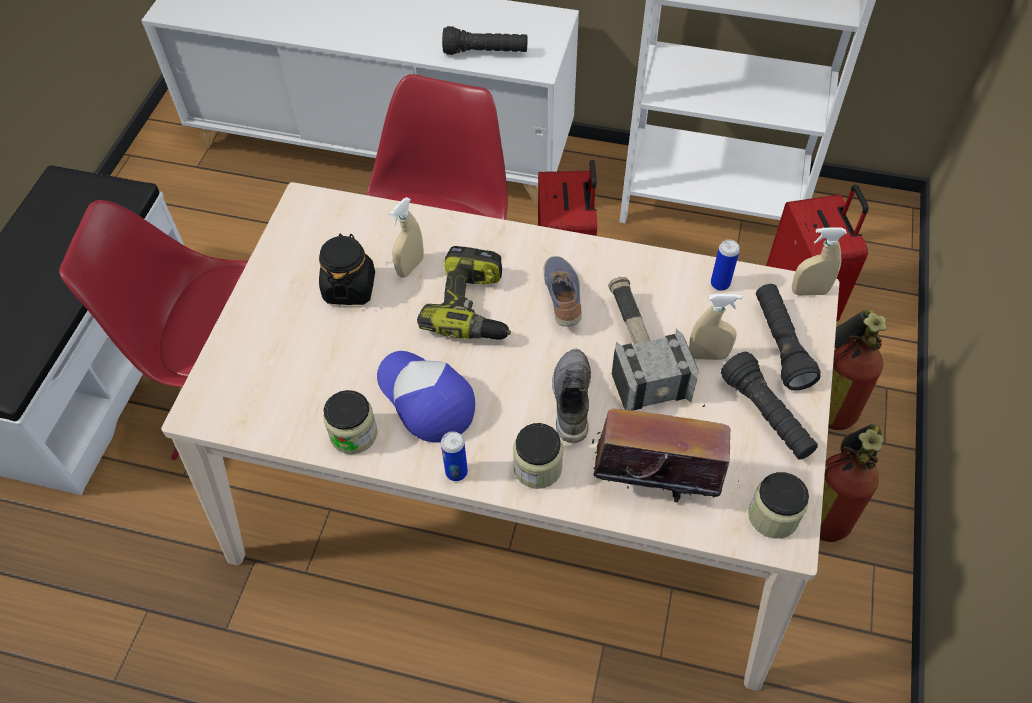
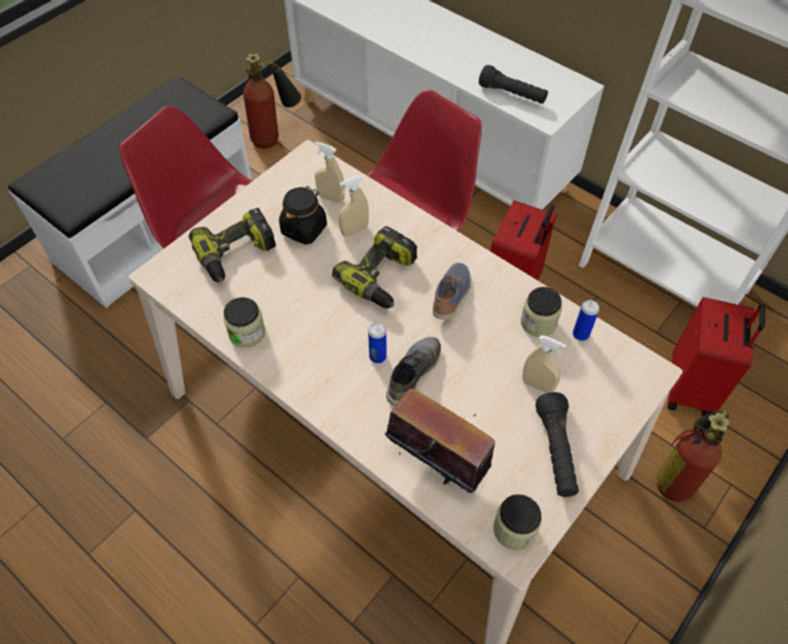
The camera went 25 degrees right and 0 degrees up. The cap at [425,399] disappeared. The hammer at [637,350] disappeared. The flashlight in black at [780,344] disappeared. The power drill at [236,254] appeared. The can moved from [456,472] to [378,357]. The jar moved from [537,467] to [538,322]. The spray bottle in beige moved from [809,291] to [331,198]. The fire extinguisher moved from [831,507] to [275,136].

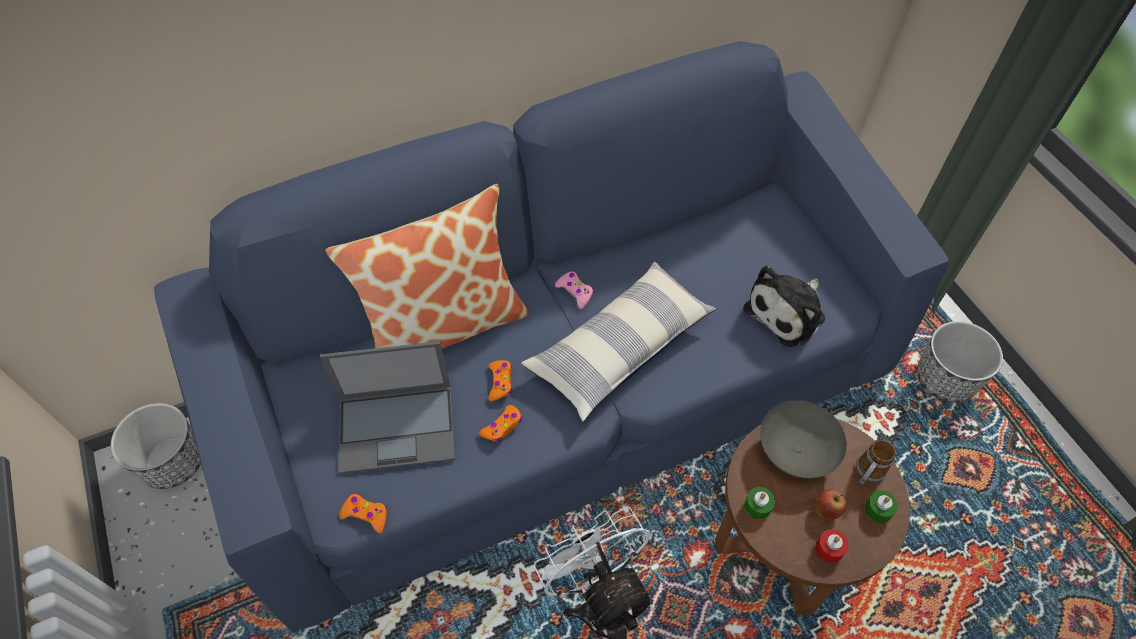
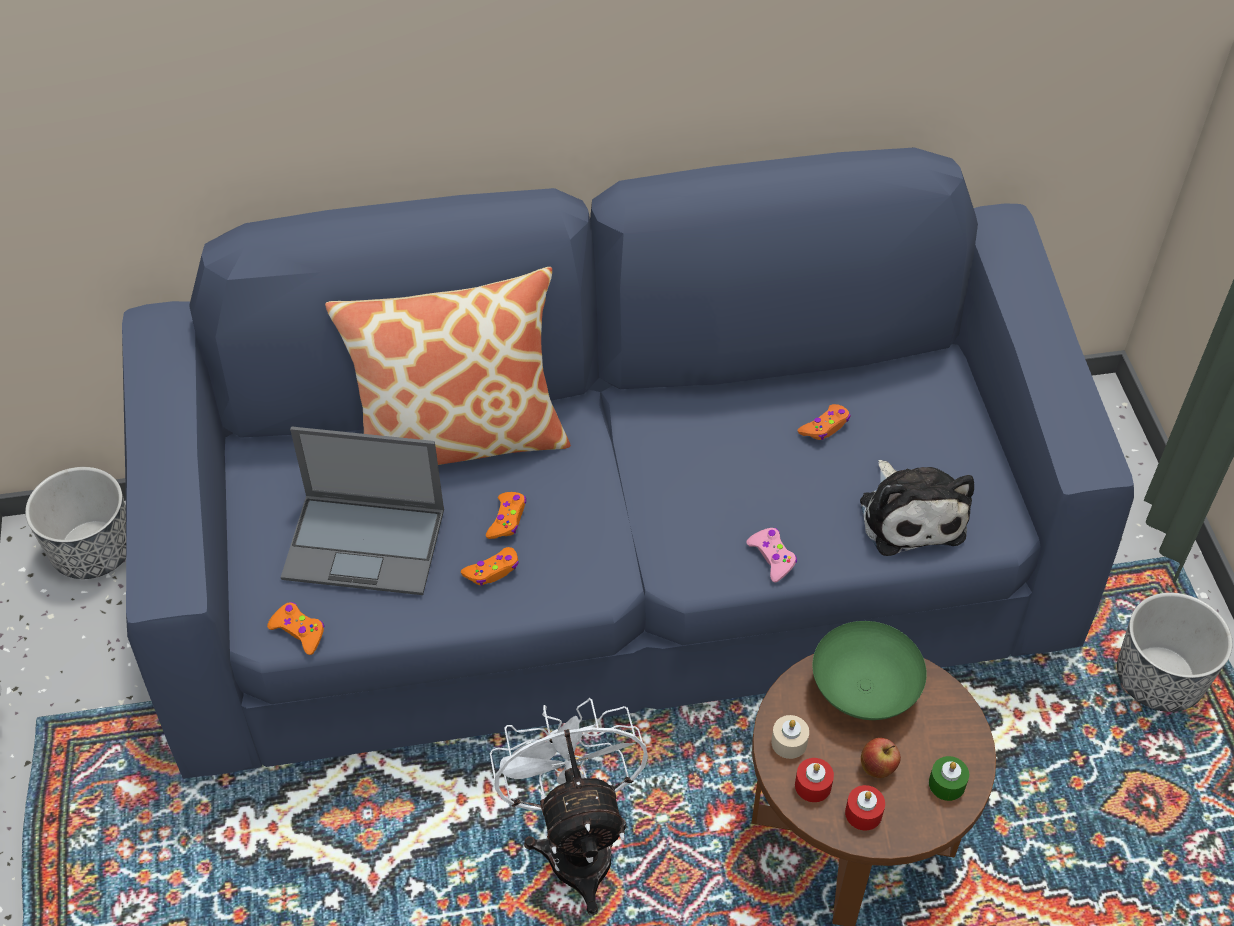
The camera went 15 degrees right and 5 degrees down. The pillow at [620,347] disappeared. The mug at [867,473] disappeared. The candle in red at [813,785] appeared. The game controller in orange at [825,427] appeared. The game controller in pink moved from [575,292] to [772,557]. The candle in green at [757,506] became the candle in beige at [789,742]. The bowl in grey at [795,451] became the bowl in green at [863,689]. The plush toy at [788,312] turned 75 degrees counterclockwise.

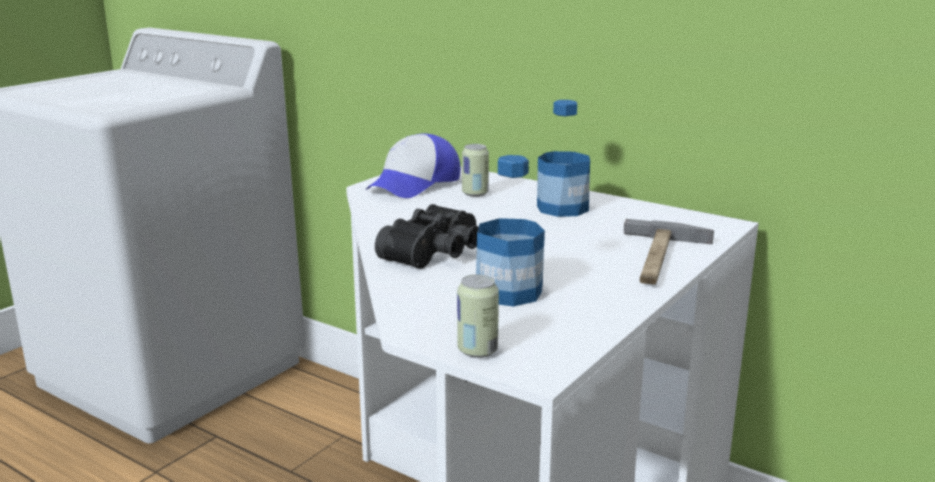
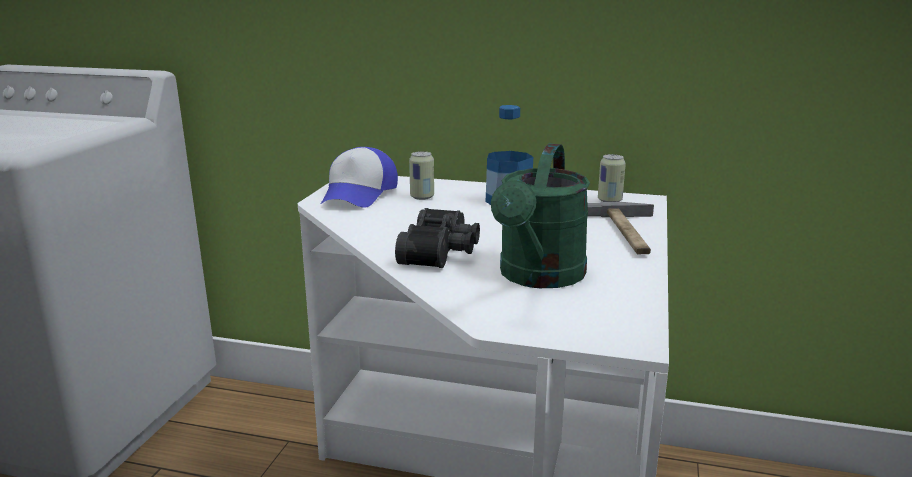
The camera went 20 degrees left and 0 degrees up. The can moved from [477,351] to [609,200]. The bottle at [508,292] was replaced by the watering can in green at [538,277].

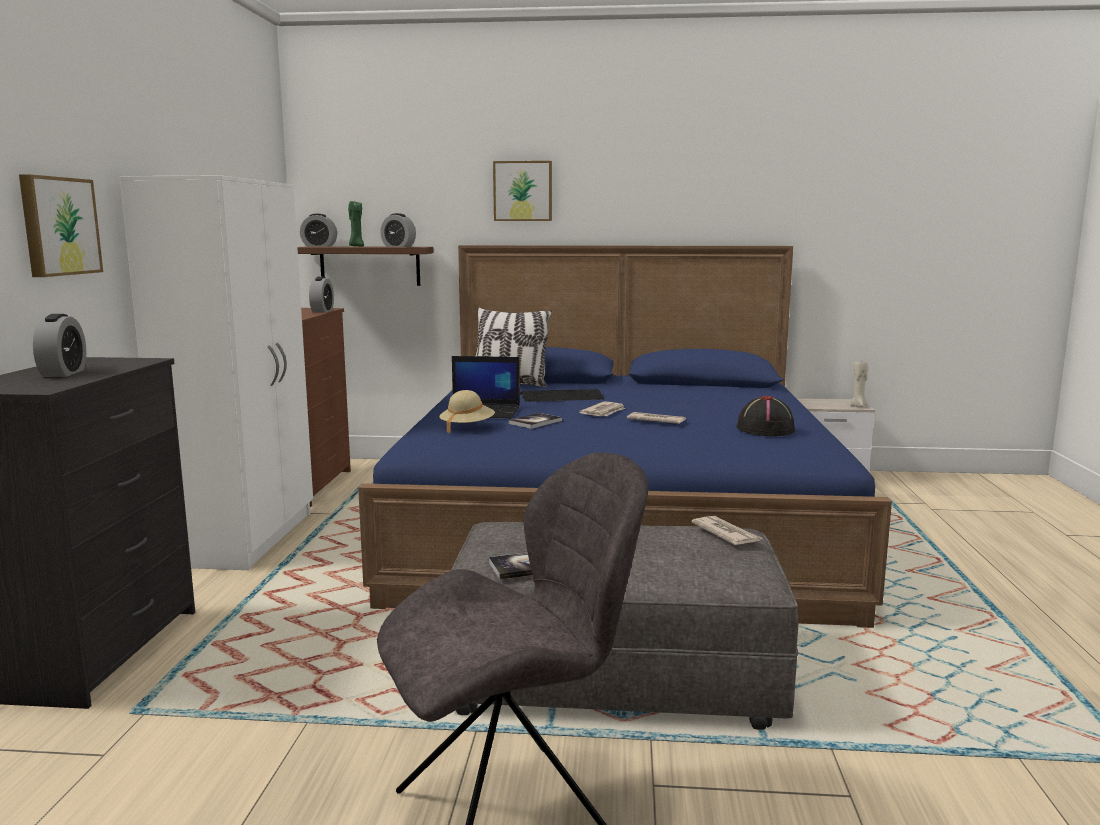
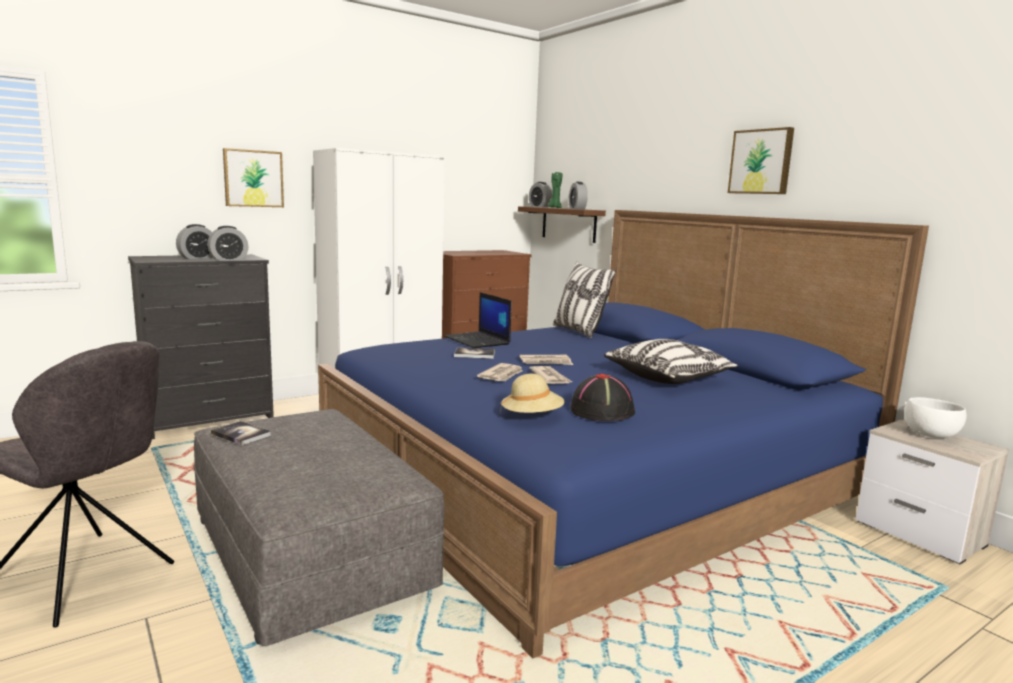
The camera went 50 degrees right and 0 degrees up. The keyboard at [562,397] disappeared. The candle in beige at [858,406] disappeared. The pillow at [668,377] appeared. The bowl in white at [930,435] appeared. The alarm clock moved from [322,311] to [228,259]. The hat in beige moved from [467,428] to [532,417]. The picture moved from [523,191] to [761,162]. The newspaper moved from [726,534] to [502,375].

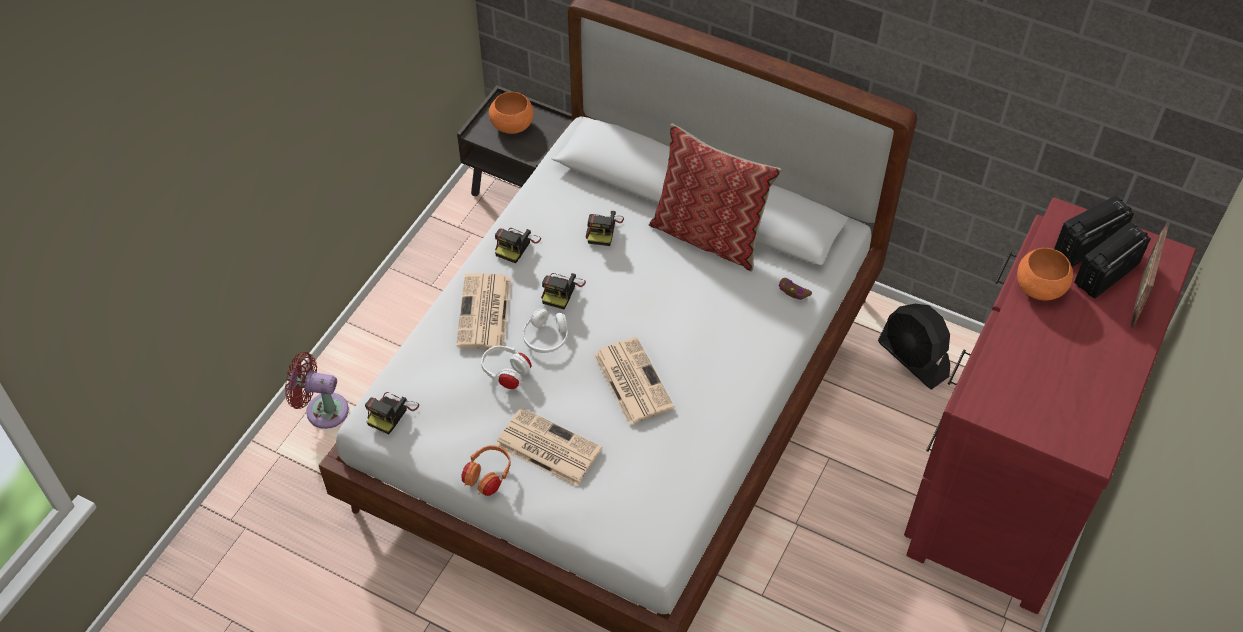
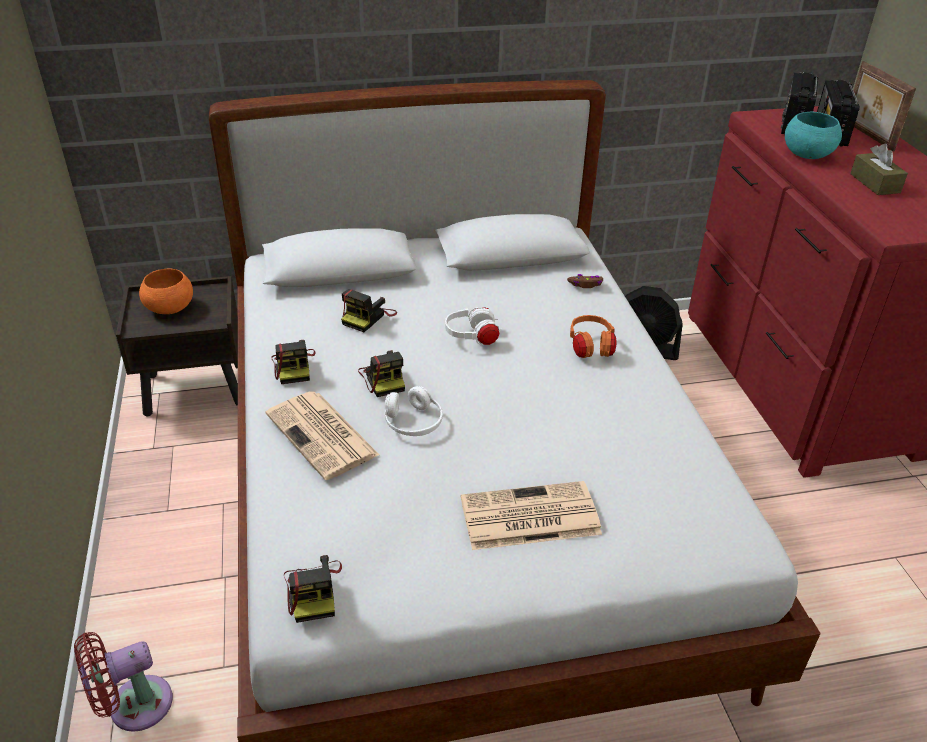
The camera went 40 degrees left and 15 degrees down. The newspaper at [632,380] disappeared. The pillow at [709,235] disappeared. The tissue box in brown at [875,183] appeared. The headphones in orange moved from [488,477] to [590,348]. The headphones in white moved from [506,373] to [472,338]. The bowl in orange at [1039,287] became the bowl in turquoise at [806,155]. The photo camera at [603,229] turned 60 degrees clockwise.

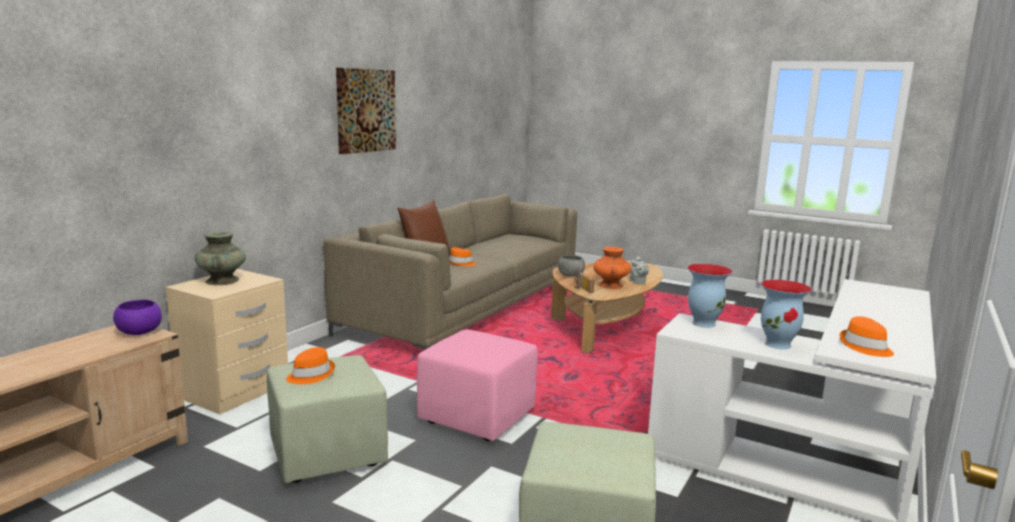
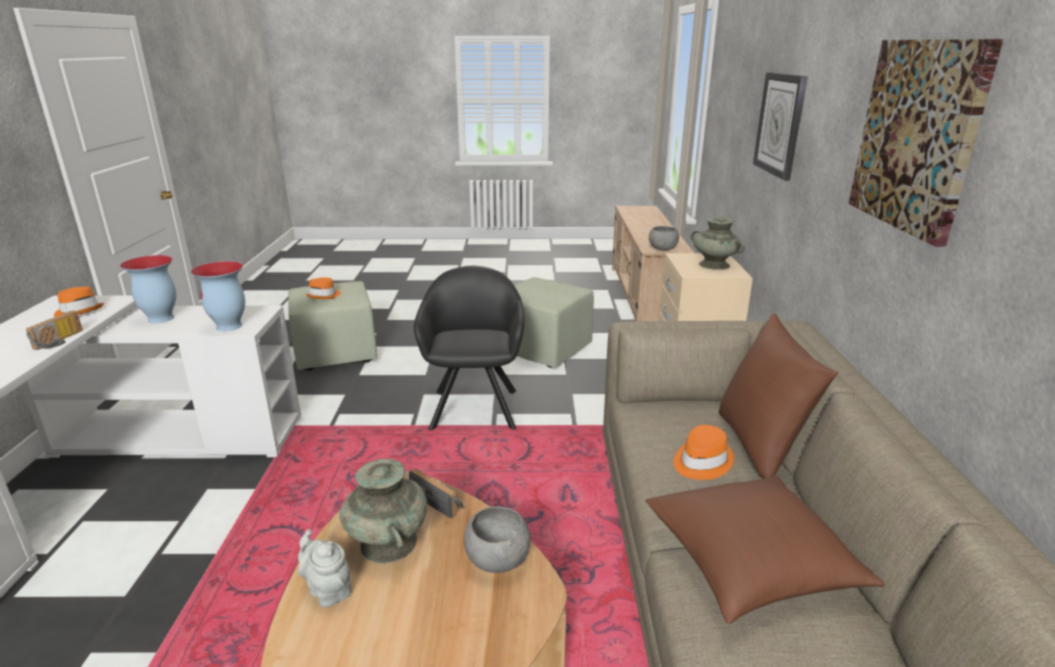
The camera went 150 degrees right and 10 degrees up. The radio at [60,341] appeared. The pillow in brown at [750,563] appeared. The wall clock at [780,124] appeared. The hat in orange moved from [310,375] to [324,295]. The ottoman in pink at [475,417] was replaced by the armchair in black at [475,406]. The bowl in purple at [139,332] became the bowl in grey at [663,249]. The vase in orange at [610,285] became the vase in turquoise at [388,543].

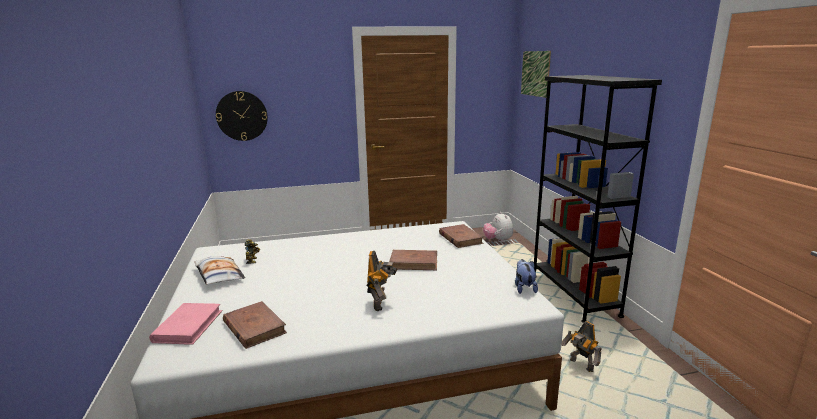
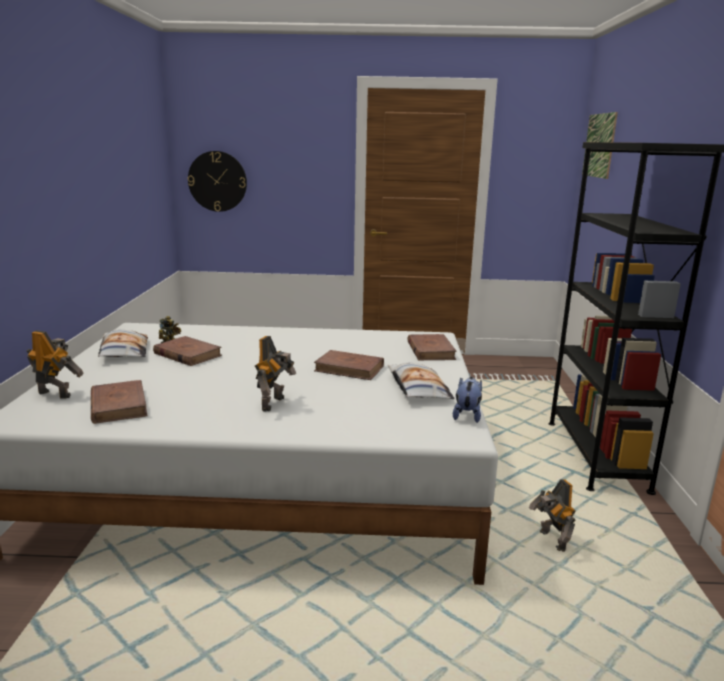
The camera went 15 degrees right and 0 degrees up. The plush toy at [498,240] disappeared. The book in brown at [187,354] appeared. The pillow at [418,388] appeared. The book in pink at [188,326] was replaced by the toy robot at [55,393].

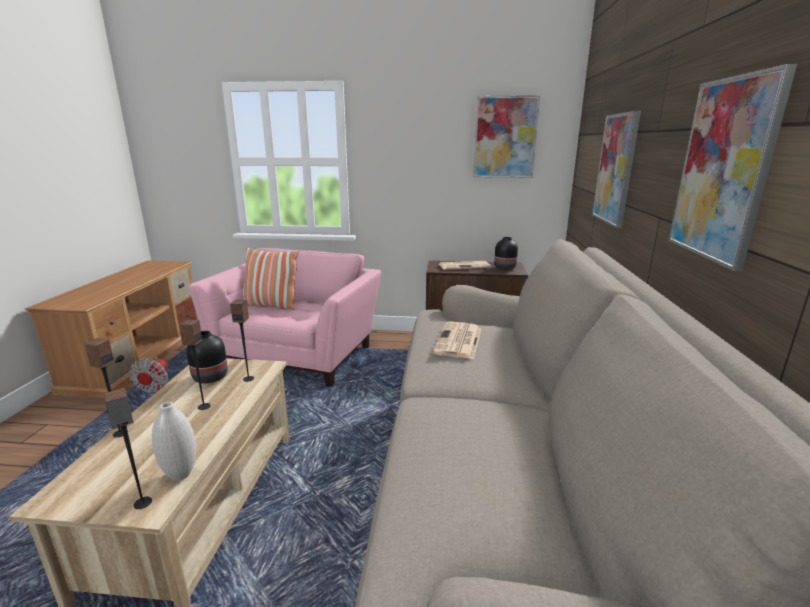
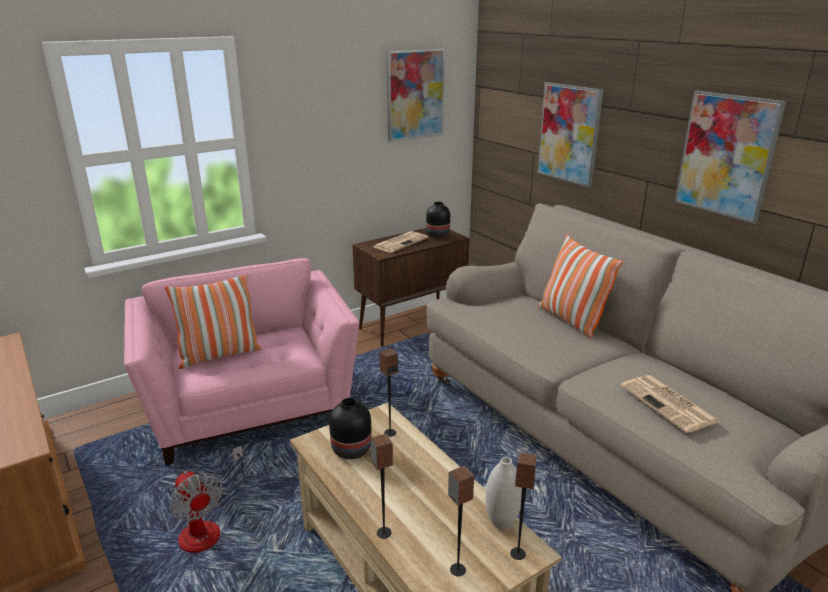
The camera went 40 degrees left and 5 degrees up. The pillow at [571,320] appeared. The speaker moved from [203,406] to [457,570]. The newspaper moved from [459,341] to [669,404].

